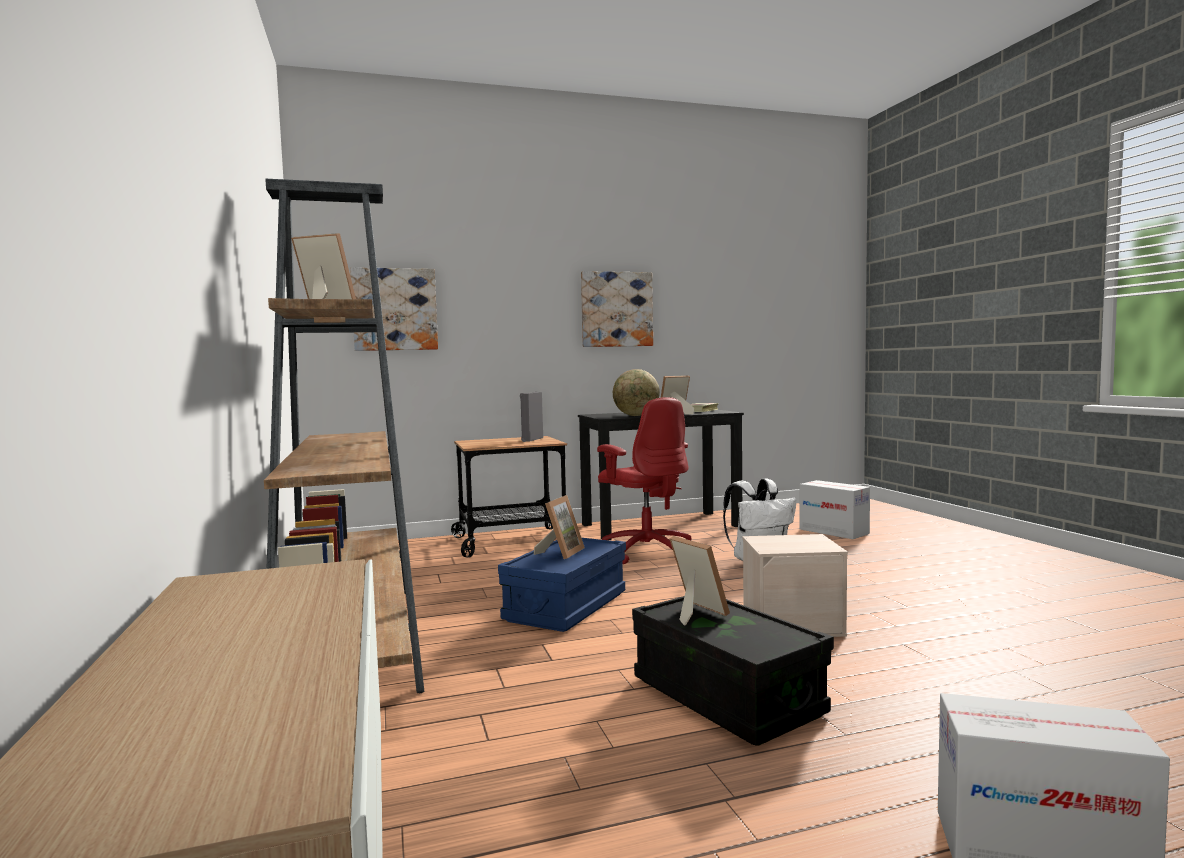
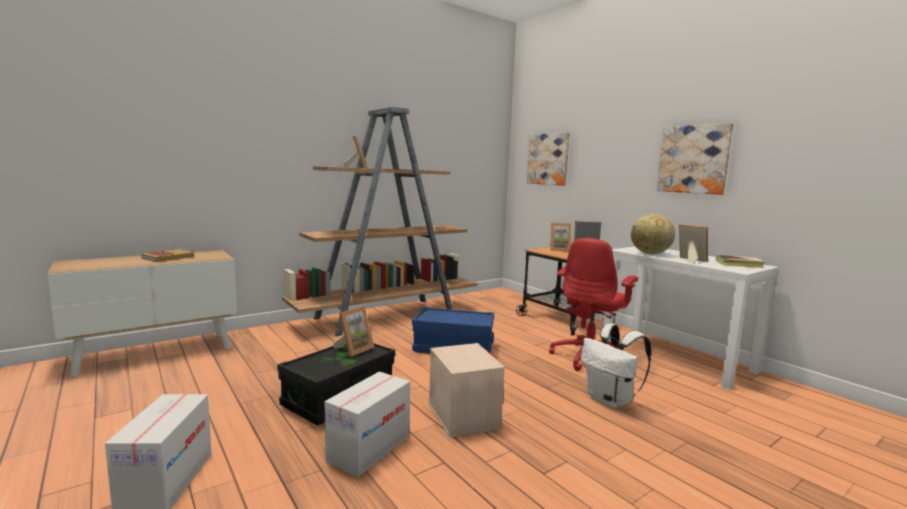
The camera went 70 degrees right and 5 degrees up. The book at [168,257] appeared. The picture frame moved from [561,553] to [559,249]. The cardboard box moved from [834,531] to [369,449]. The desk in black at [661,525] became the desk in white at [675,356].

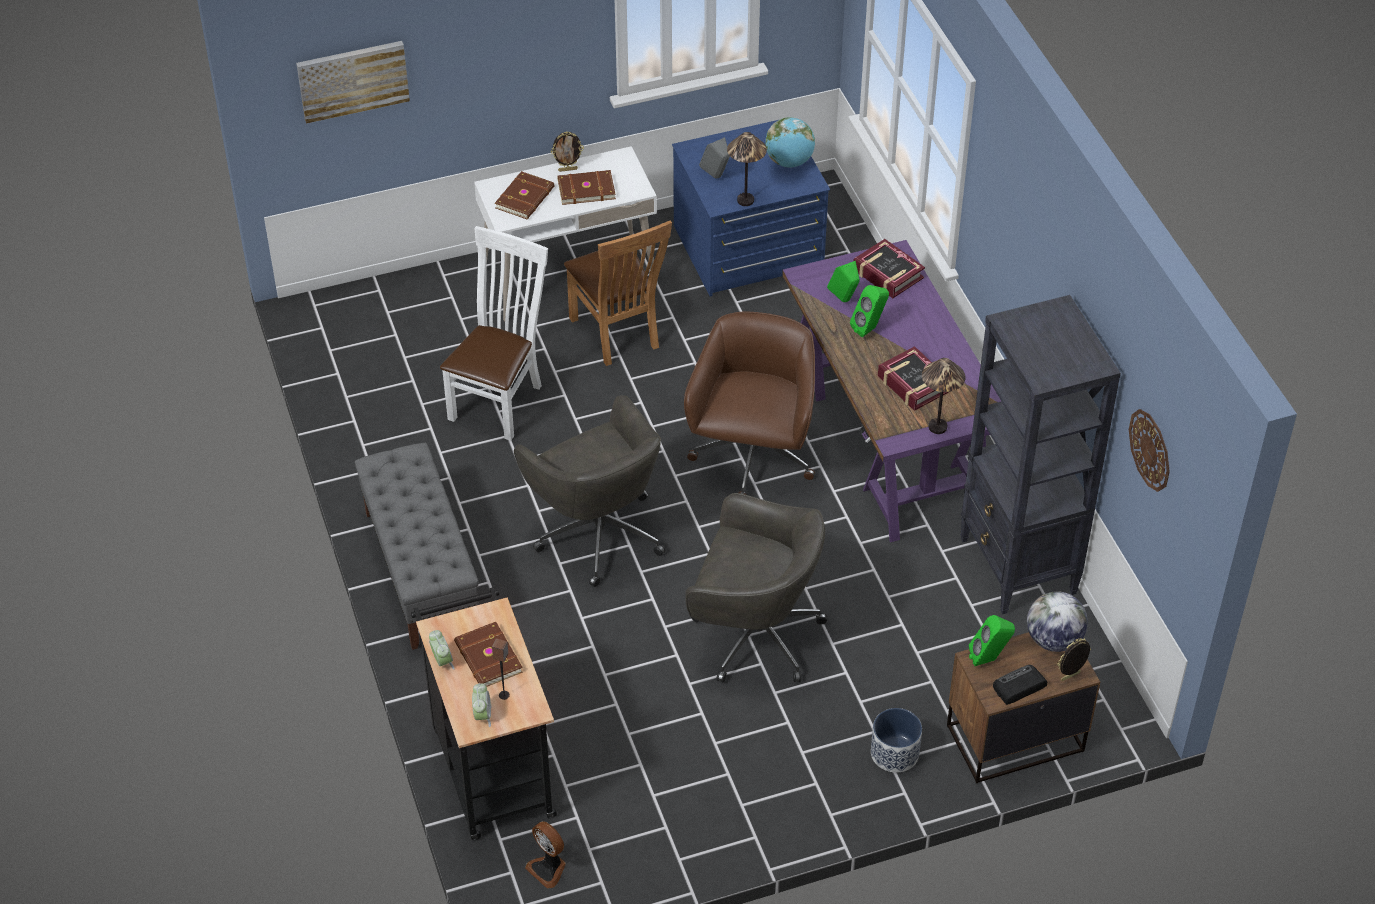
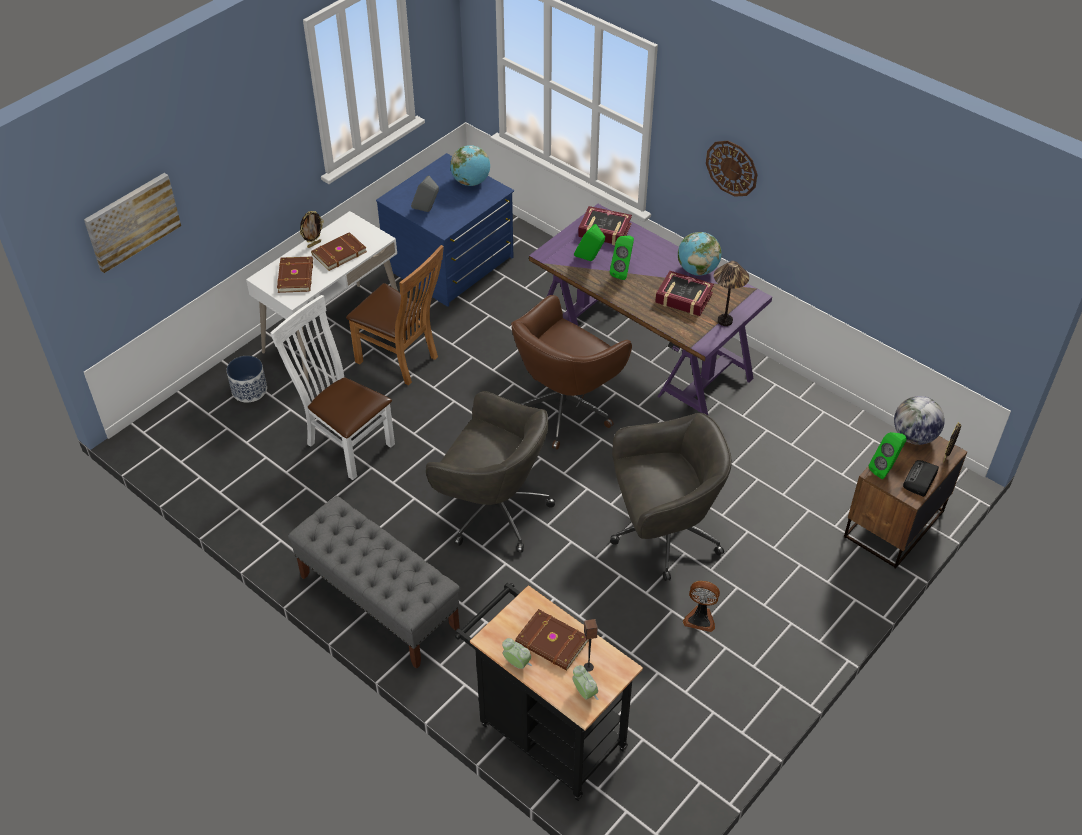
The camera went 30 degrees left and 0 degrees up. The table lamp at [745,201] disappeared. The bookcase in black at [1018,567] disappeared. The globe at [697,270] appeared. The fan moved from [548,868] to [700,618]. The planter moved from [895,753] to [250,390]. The wall clock moved from [1150,449] to [732,168]. The chair in white at [500,399] turned 45 degrees counterclockwise. The office chair in brown at [753,458] turned 120 degrees counterclockwise.

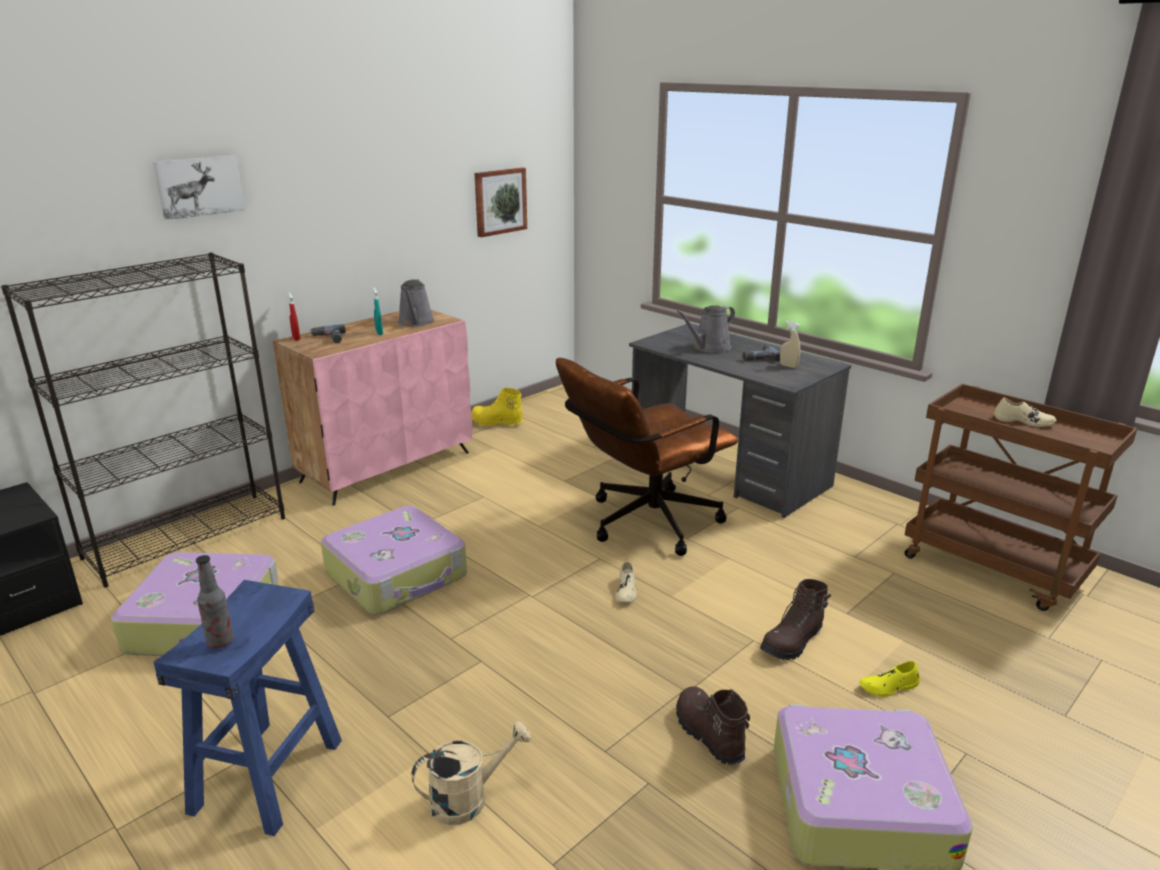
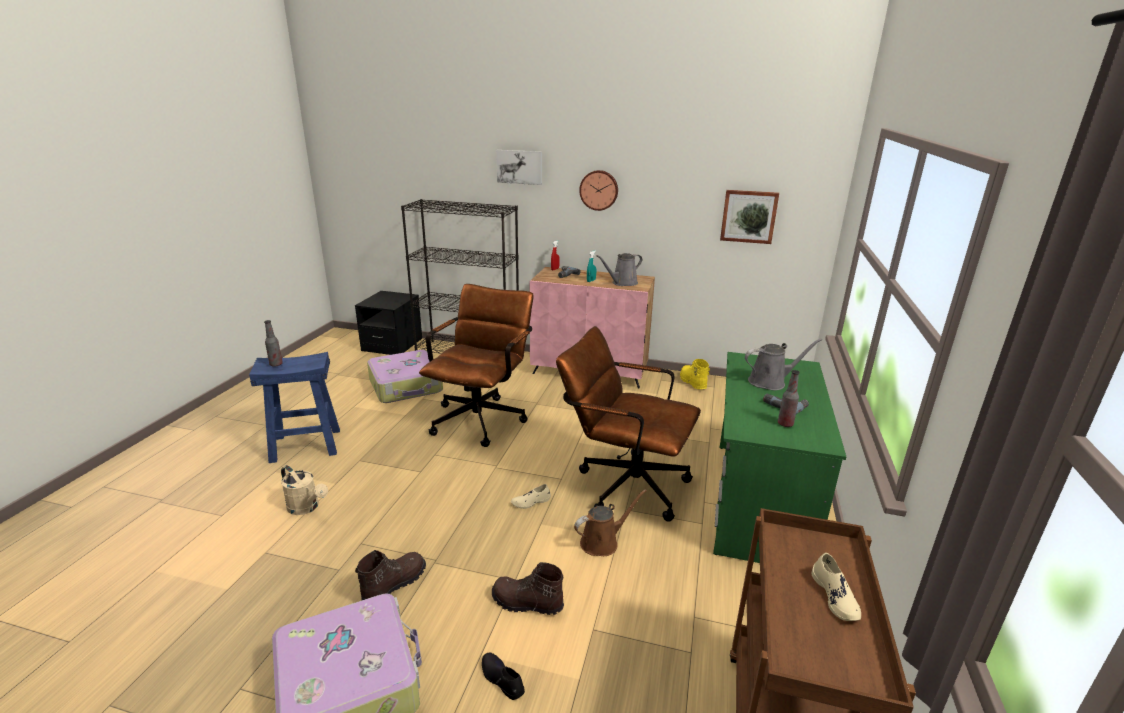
The camera went 60 degrees right and 0 degrees up. The watering can in brown at [602,542] appeared. The wall clock at [599,190] appeared. The suitcase at [398,575] was replaced by the office chair in brown at [482,417]. The spray bottle in beige at [788,366] was replaced by the bottle at [785,424]. The desk in grey at [727,471] became the desk in green at [759,501]. The shoe in yellow at [888,686] became the shoe in black at [502,679]. The watering can in grey at [709,348] turned 150 degrees clockwise.

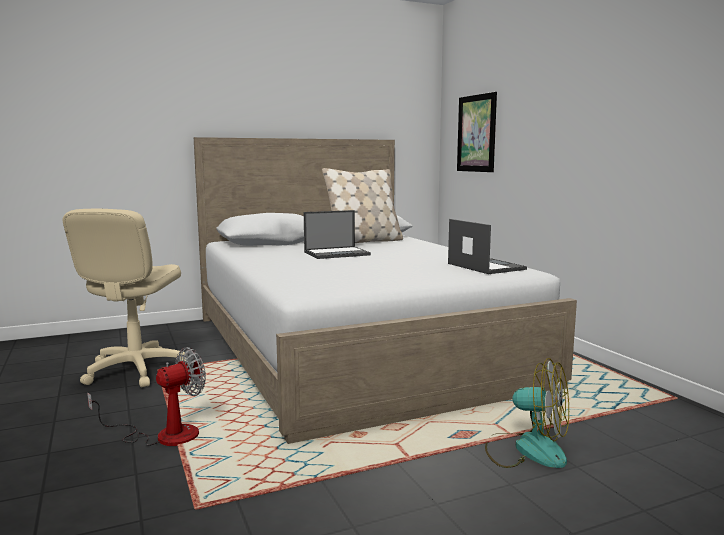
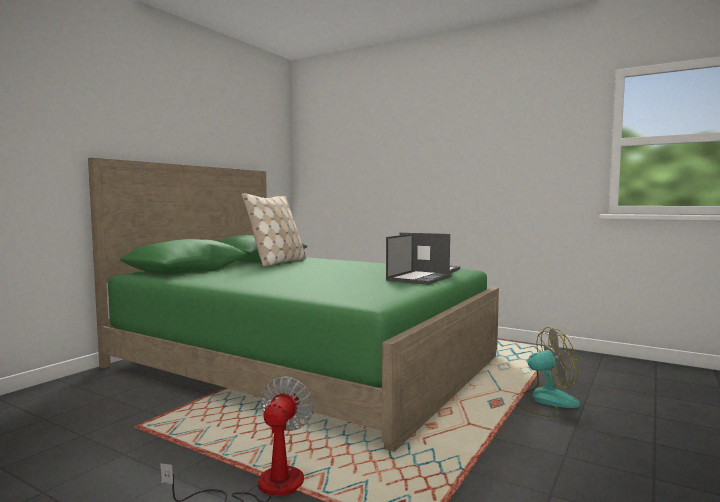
The camera went 35 degrees left and 5 degrees down. The office chair in beige at [135,370] disappeared. The picture at [476,133] disappeared. The laptop moved from [337,253] to [419,278]. The bed in white at [355,348] became the bed in green at [305,361].

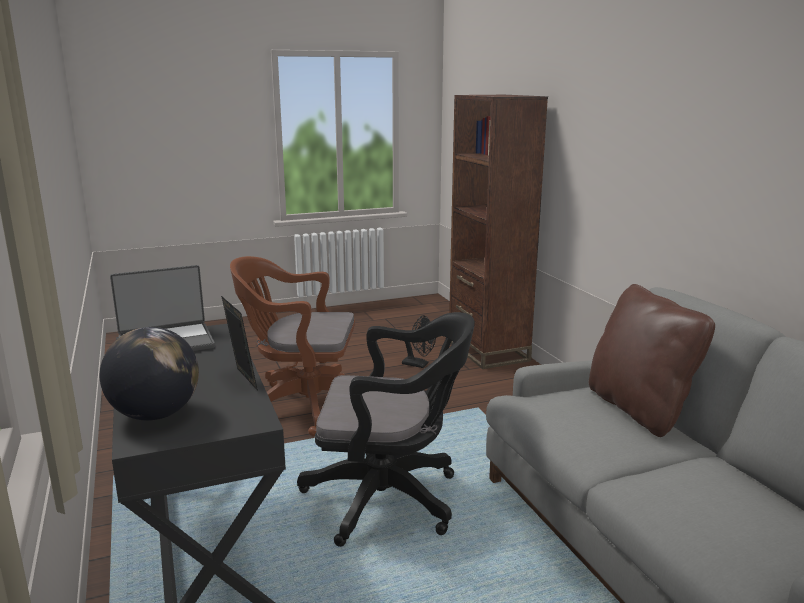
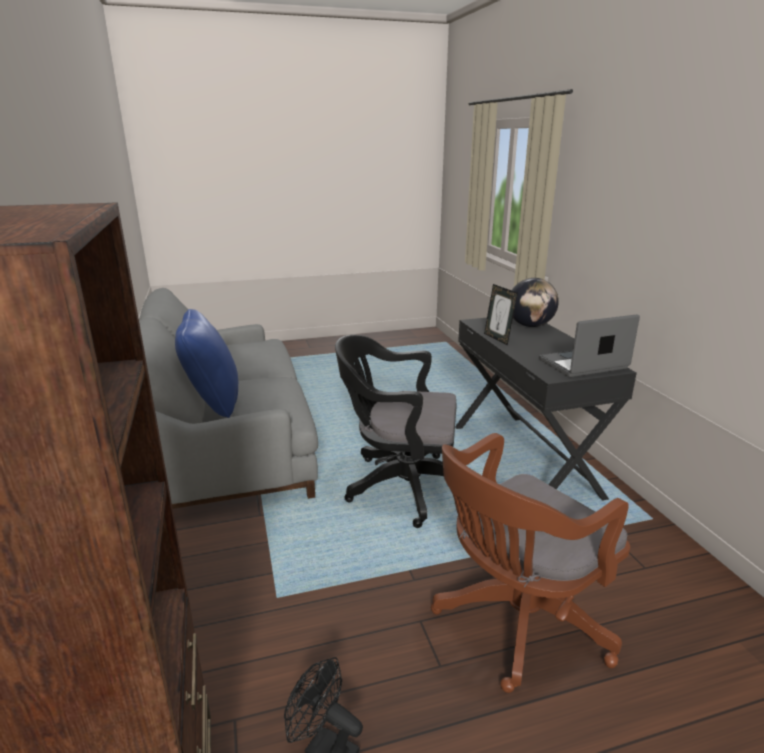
The camera went 175 degrees left and 5 degrees up. The pillow in brown at [639,409] became the pillow in blue at [213,401]. The office chair in brown at [302,404] turned 135 degrees clockwise.

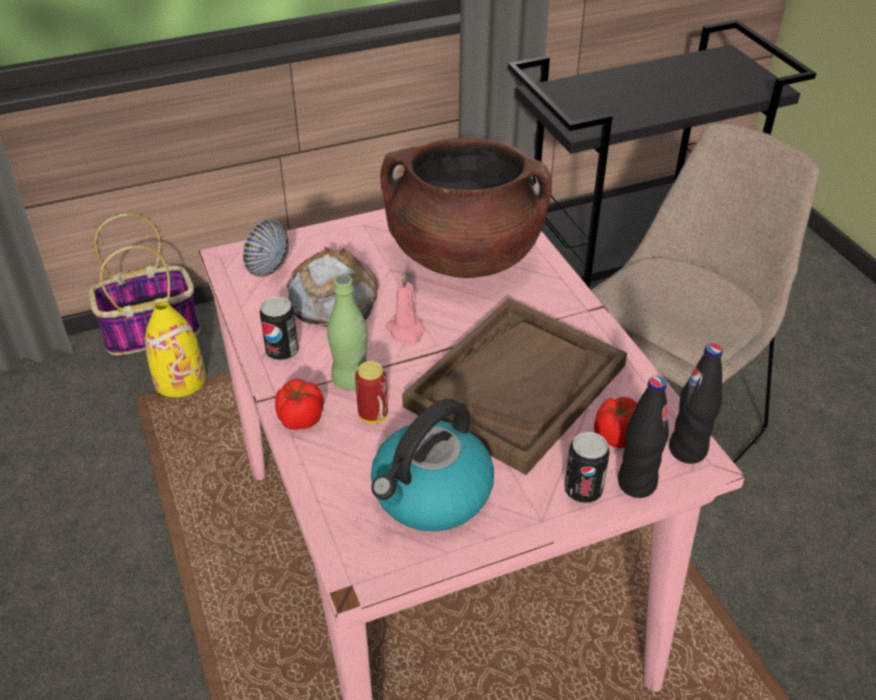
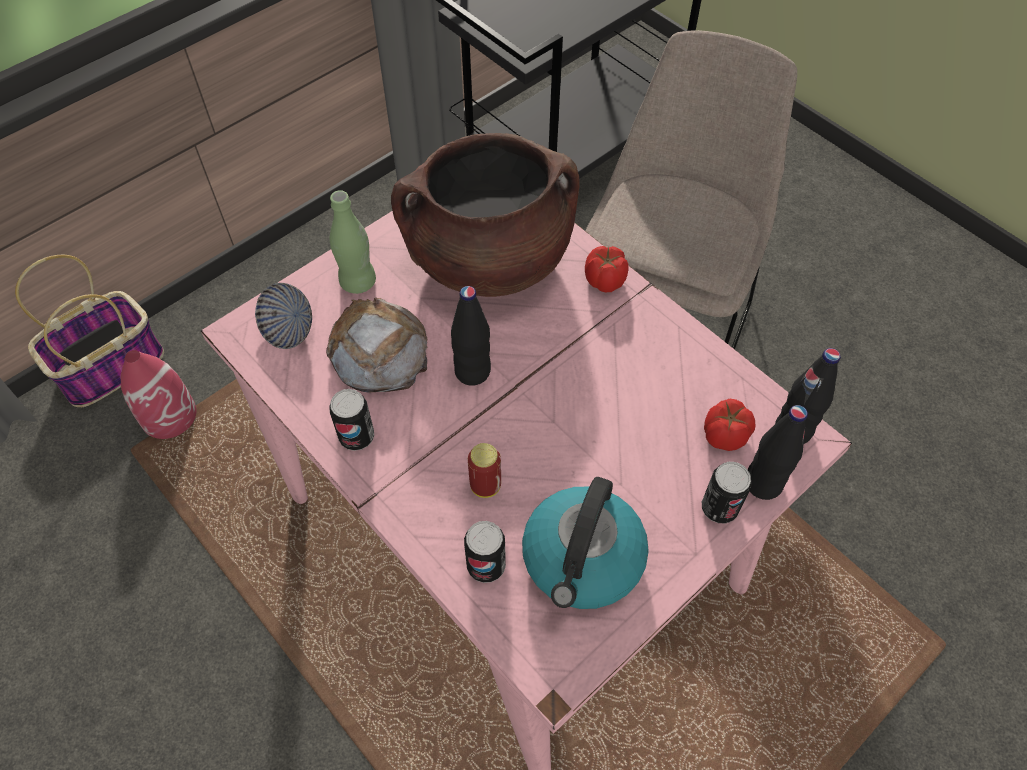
The camera went 20 degrees left and 15 degrees up. The tray in brown at [516,385] disappeared. The can at [486,565] appeared. The tomato moved from [300,419] to [605,281]. The bottle in green moved from [351,380] to [358,282]. The candle in pink at [406,331] was replaced by the bottle in black at [473,372]. The vase in yellow at [180,380] became the vase in red at [169,415].

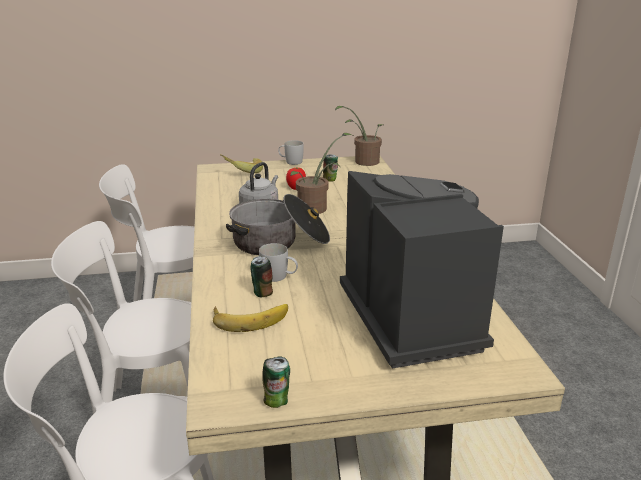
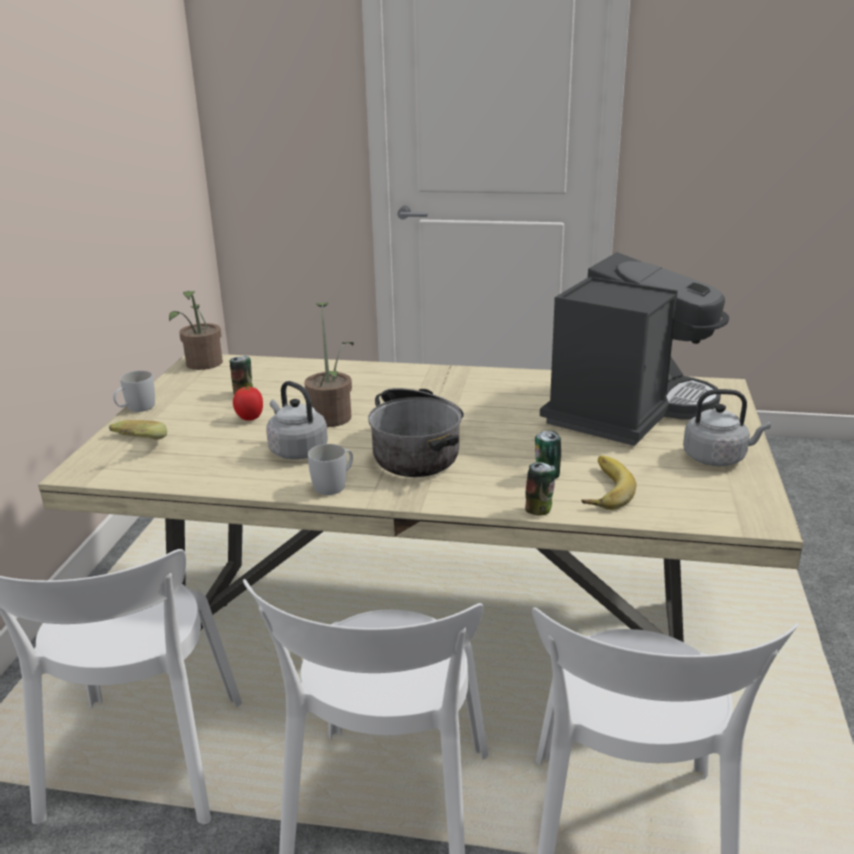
The camera went 70 degrees left and 0 degrees up. The kettle in grey at [717,458] appeared. The mug in white moved from [279,277] to [334,484]. The can moved from [277,401] to [539,510]. The coffee machine at [413,316] turned 120 degrees clockwise.

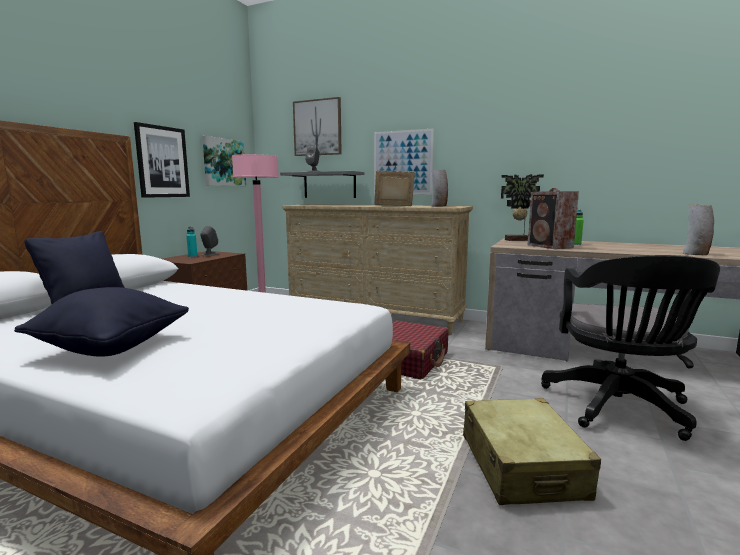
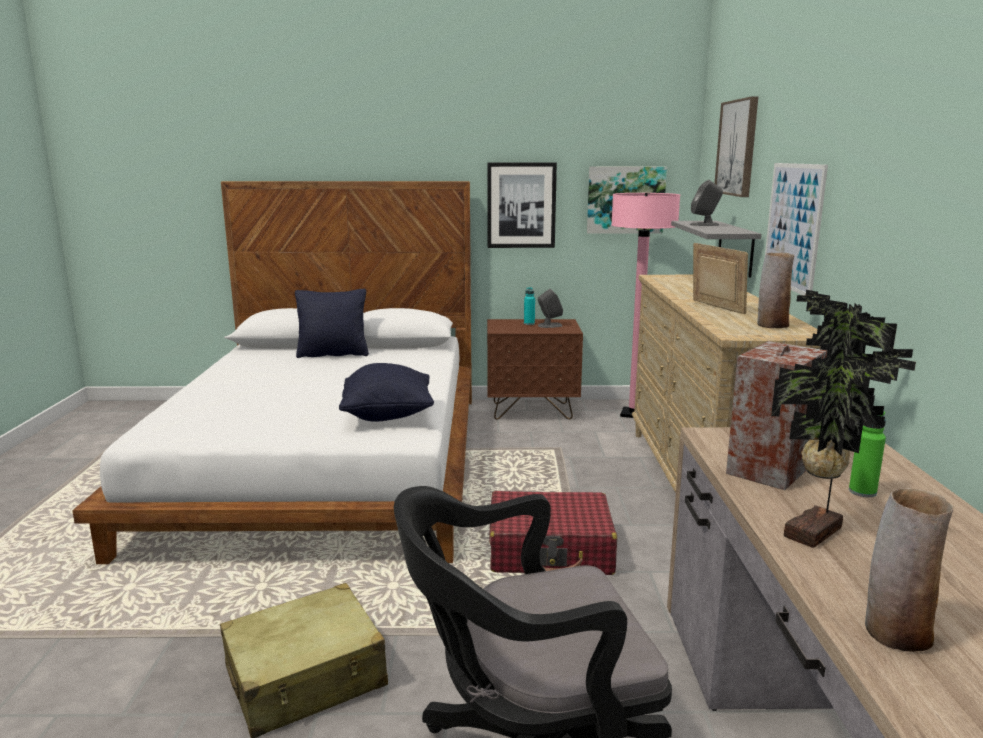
The camera went 65 degrees right and 5 degrees up. The potted plant at [818,534] appeared. The pillow in black moved from [112,348] to [388,415].

